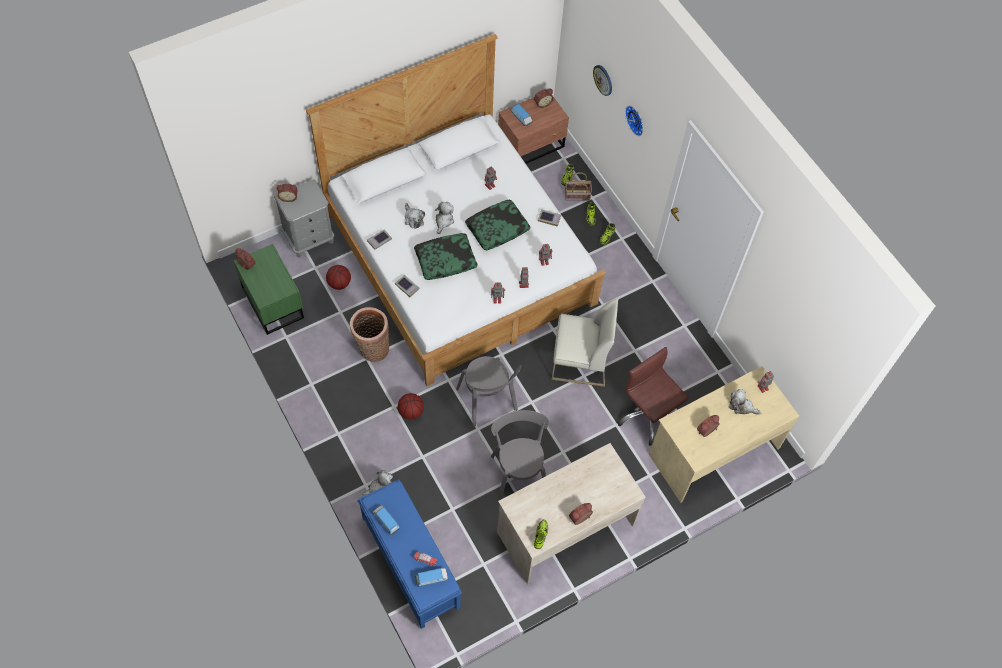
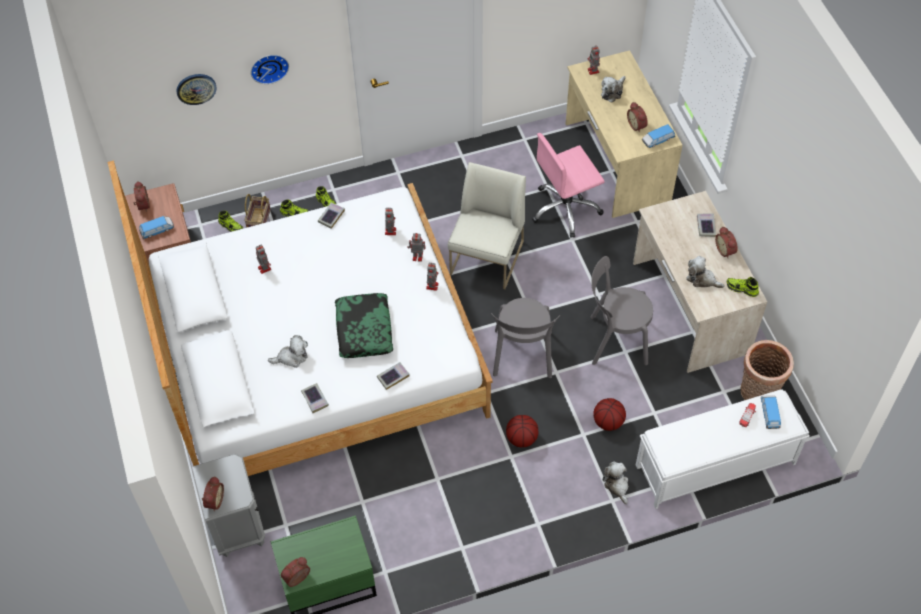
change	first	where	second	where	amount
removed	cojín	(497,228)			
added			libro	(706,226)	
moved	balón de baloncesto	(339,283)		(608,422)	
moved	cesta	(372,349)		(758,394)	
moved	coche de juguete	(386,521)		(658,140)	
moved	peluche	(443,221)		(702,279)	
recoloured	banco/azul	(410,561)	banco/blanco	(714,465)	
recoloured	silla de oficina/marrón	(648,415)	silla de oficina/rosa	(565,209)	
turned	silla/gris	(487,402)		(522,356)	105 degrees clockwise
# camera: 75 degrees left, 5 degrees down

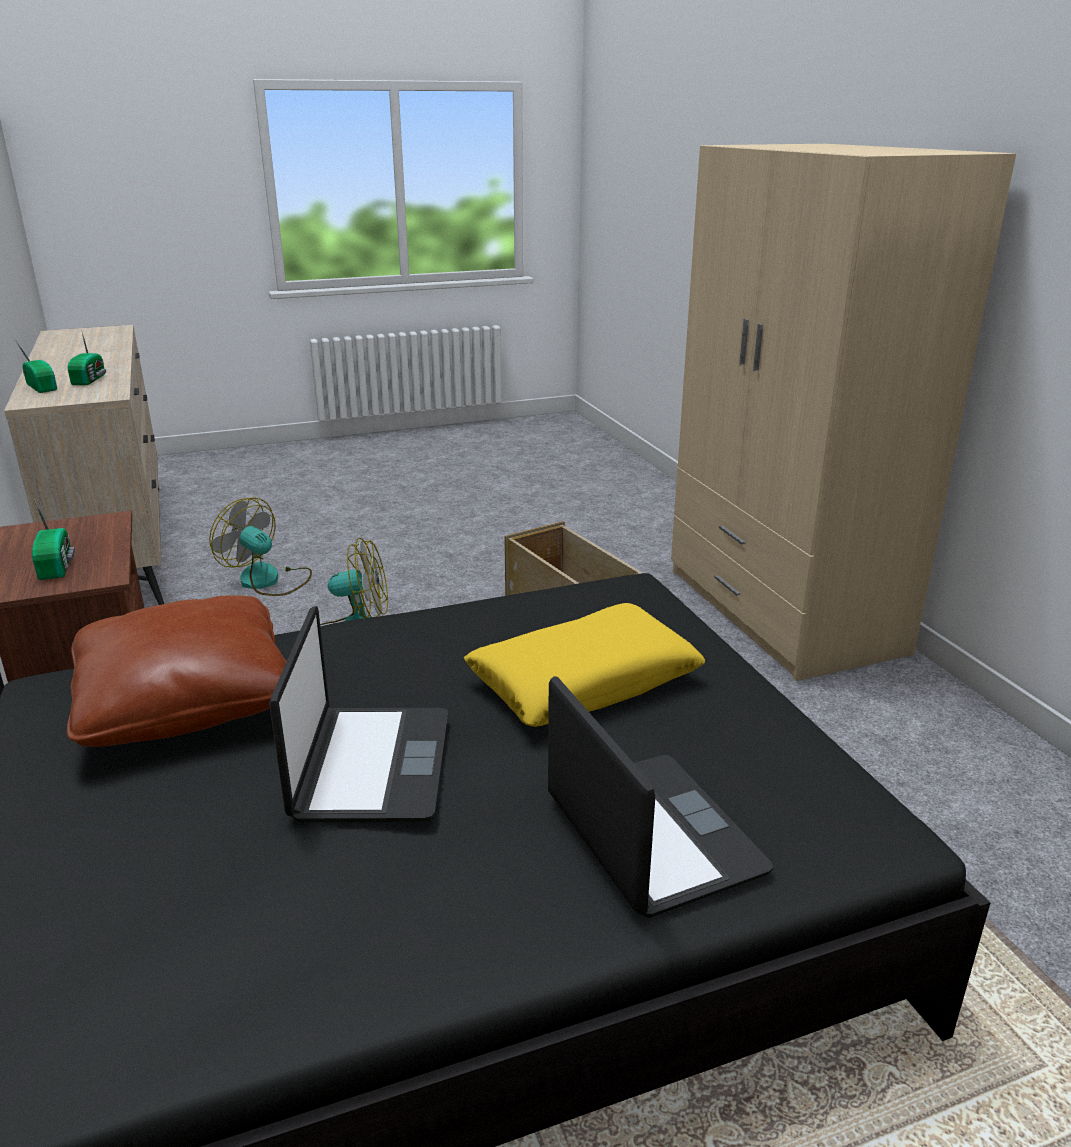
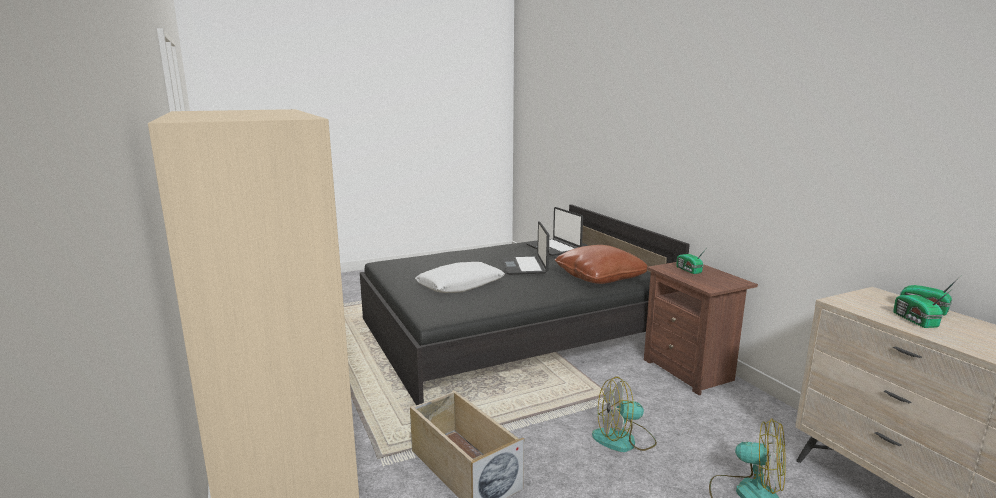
change	first	where	second	where	amount
moved	portátil	(651,835)		(554,248)	
recoloured	cojín/amarillo	(583,682)	cojín/blanco	(460,286)	
# camera: 175 degrees right, 10 degrees down

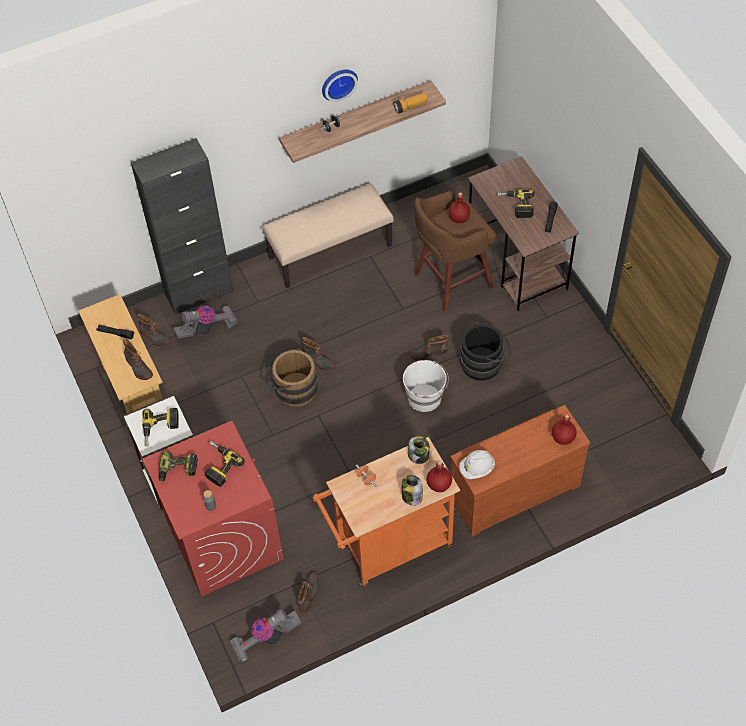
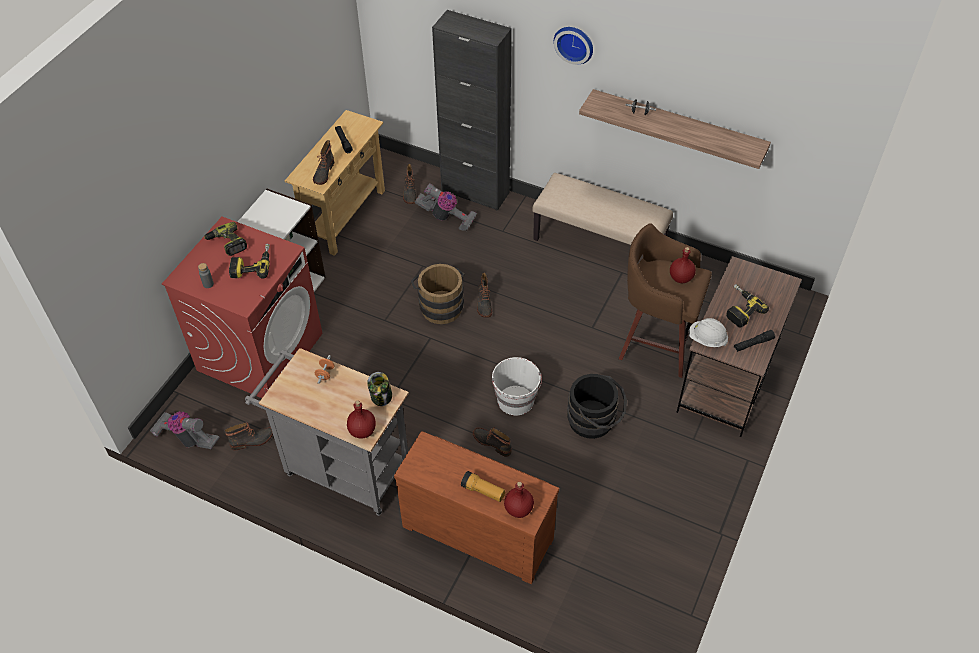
change	first	where	second	where	amount
removed	taladro	(160,429)			
removed	tarro	(411,496)			
moved	reloj de pared	(338,83)		(574,43)	
moved	linterna	(410,107)		(483,491)	
moved	bota	(428,352)		(492,442)	
moved	casco/blanco	(477,469)		(706,339)	
recoloured	carrito/naranja	(387,546)	carrito/gris	(341,468)	
# camera: 50 degrees right, 5 degrees down

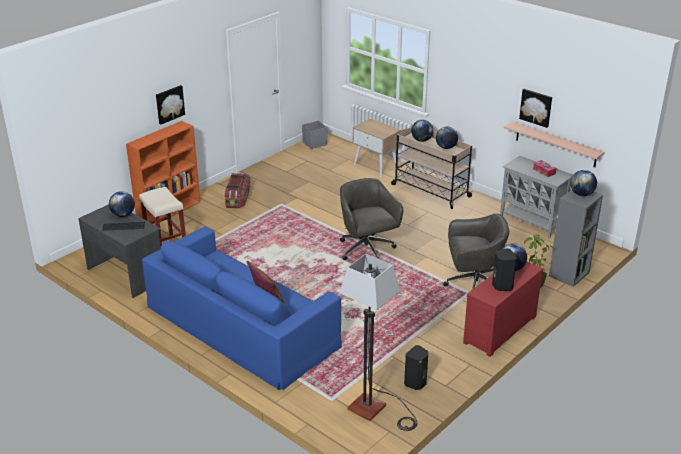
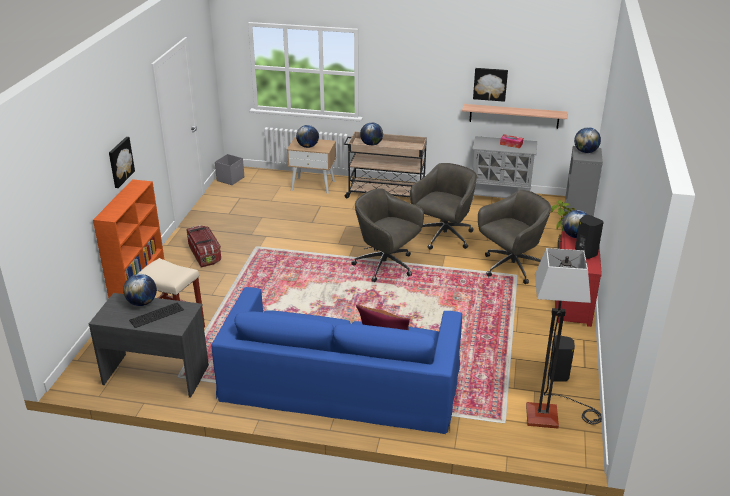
change	first	where	second	where	amount
added			silla de oficina/gris	(443,237)	
moved	globo terráqueo	(446,147)		(307,146)	
# camera: 30 degrees left, 0 degrees up

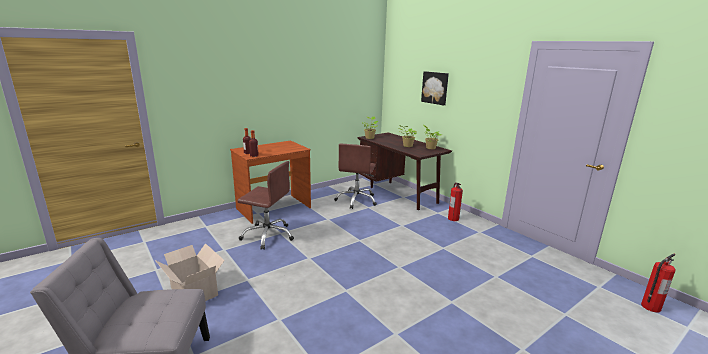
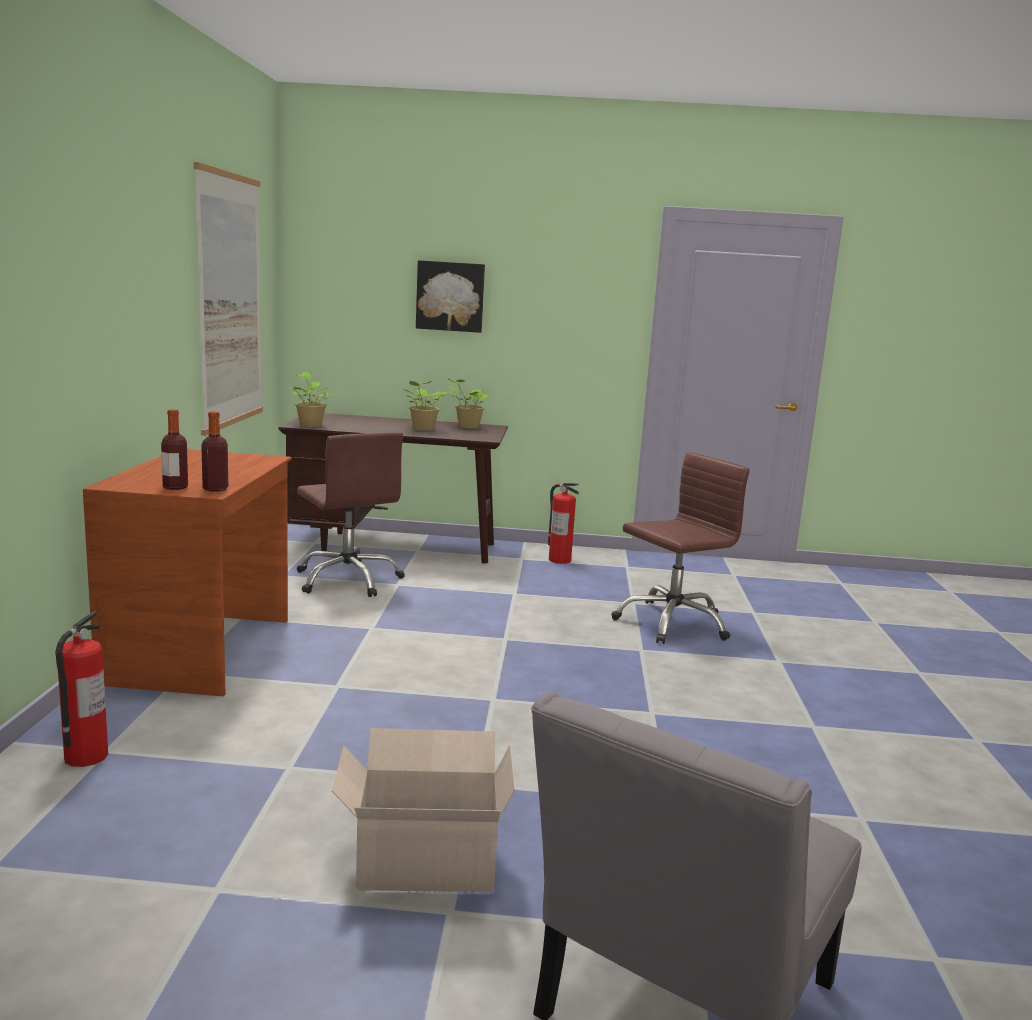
change	first	where	second	where	amount
added			cuadro	(230,301)	
moved	silla de oficina/marrón	(268,235)		(672,623)	
moved	extintor	(650,307)		(85,756)	
# camera: 50 degrees left, 5 degrees down

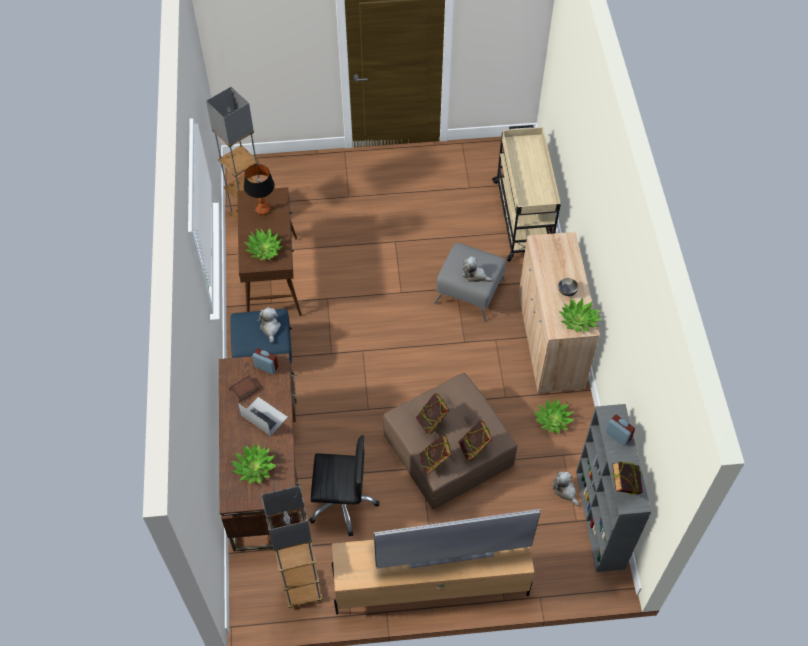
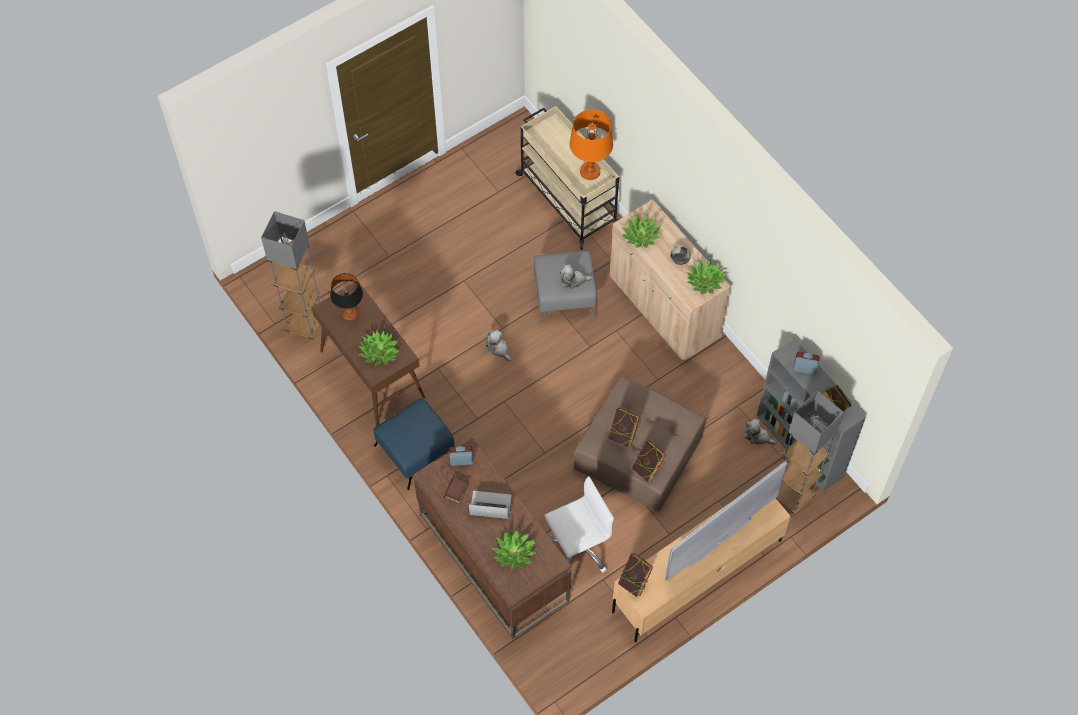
change	first	where	second	where	amount
added			lámpara de mesa/naranja	(590,171)	
moved	peluche	(270,328)		(498,349)	
moved	lámpara de pie/gris	(302,589)		(792,496)	
moved	libro	(474,448)		(634,581)	
moved	planta en maceta	(553,420)		(641,235)	
recoloured	silla de oficina/negro	(342,502)	silla de oficina/blanco	(577,547)	
# camera: 30 degrees left, 5 degrees up

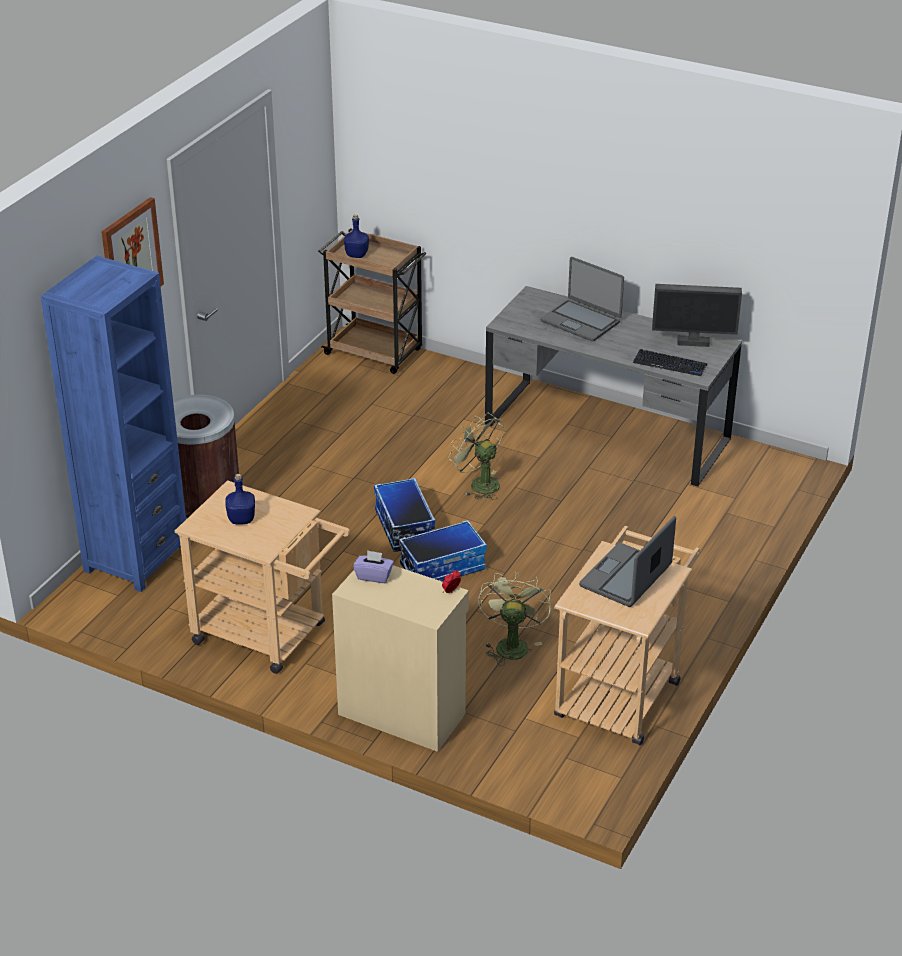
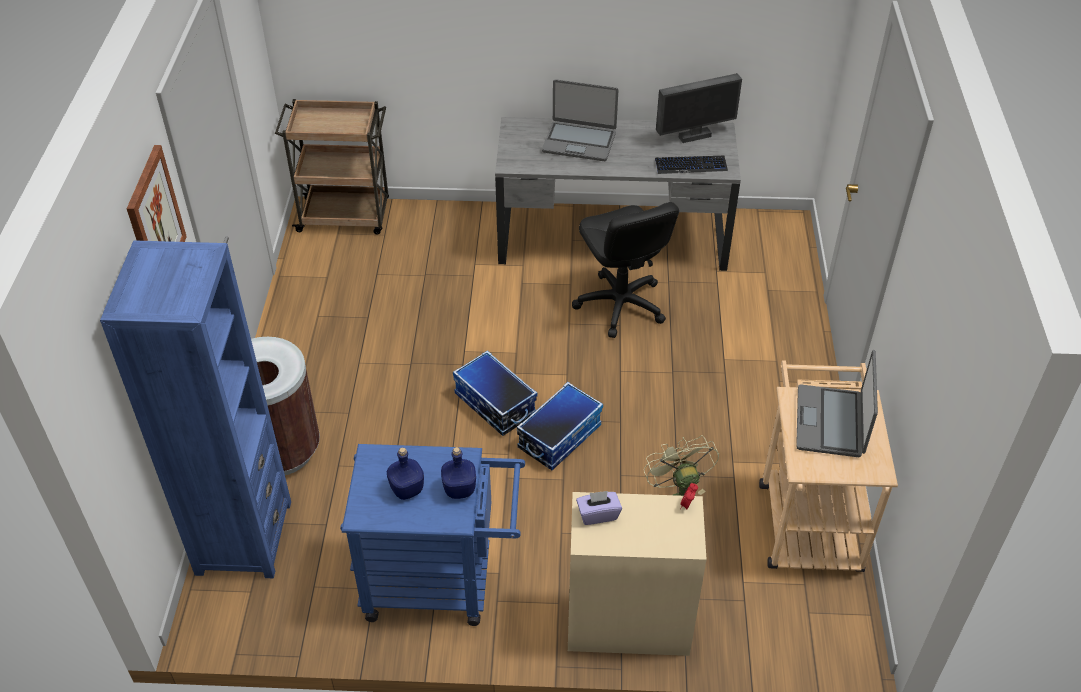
change	first	where	second	where	amount
removed	ventilador/verde	(479,483)			
added			silla de oficina/negro	(620,305)	
moved	botella/azul	(357,255)		(460,489)	
recoloured	carrito/beis	(269,636)	carrito/azul	(441,582)	
# camera: 25 degrees left, 10 degrees up

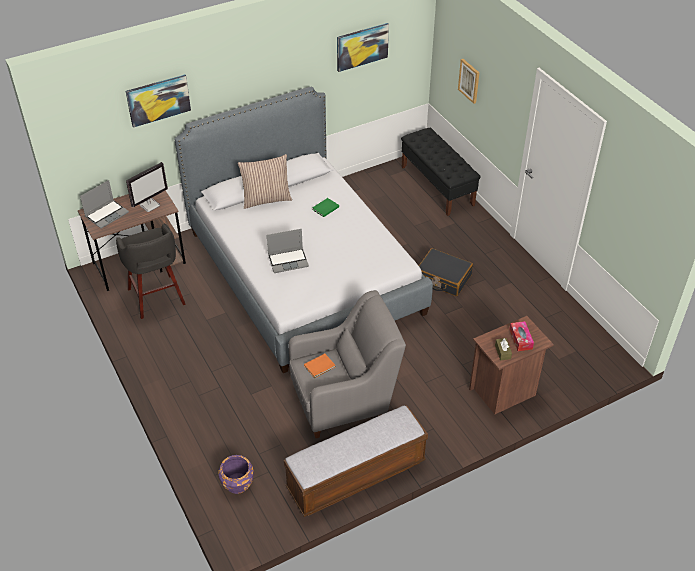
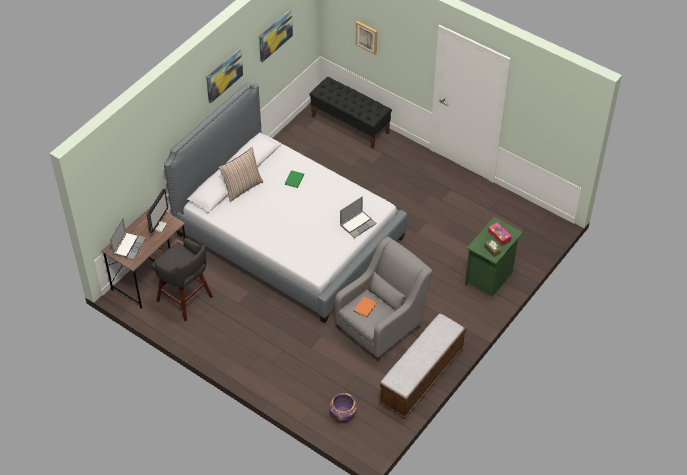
change	first	where	second	where	amount
removed	maleta/negro	(443,278)			
moved	cuadro	(158,100)		(223,75)	
moved	portátil	(288,261)		(358,224)	
recoloured	mesita de noche/marrón	(503,392)	mesita de noche/verde	(489,278)	
# camera: 25 degrees left, 5 degrees up

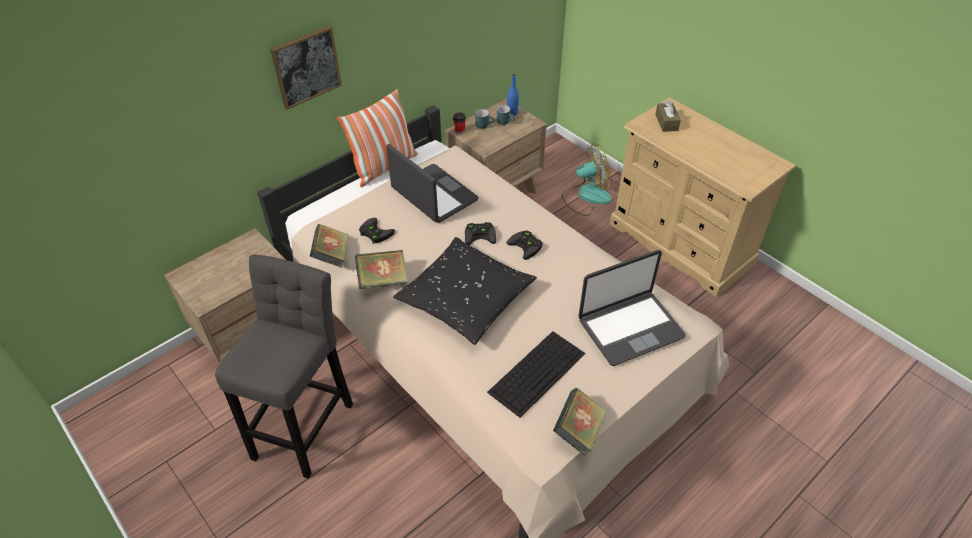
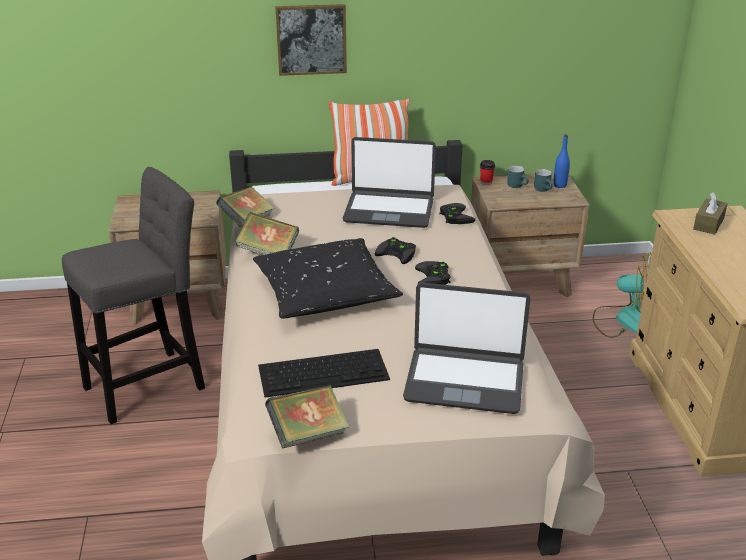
change	first	where	second	where	amount
moved	mando de consola/negro	(374,233)		(454,216)	
turned	portátil	(433,195)		(389,210)	105 degrees clockwise
# camera: 35 degrees right, 15 degrees down

